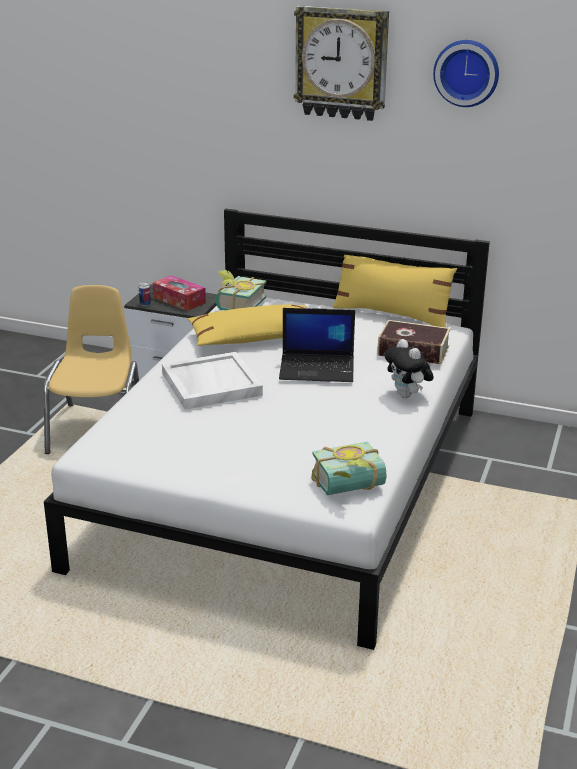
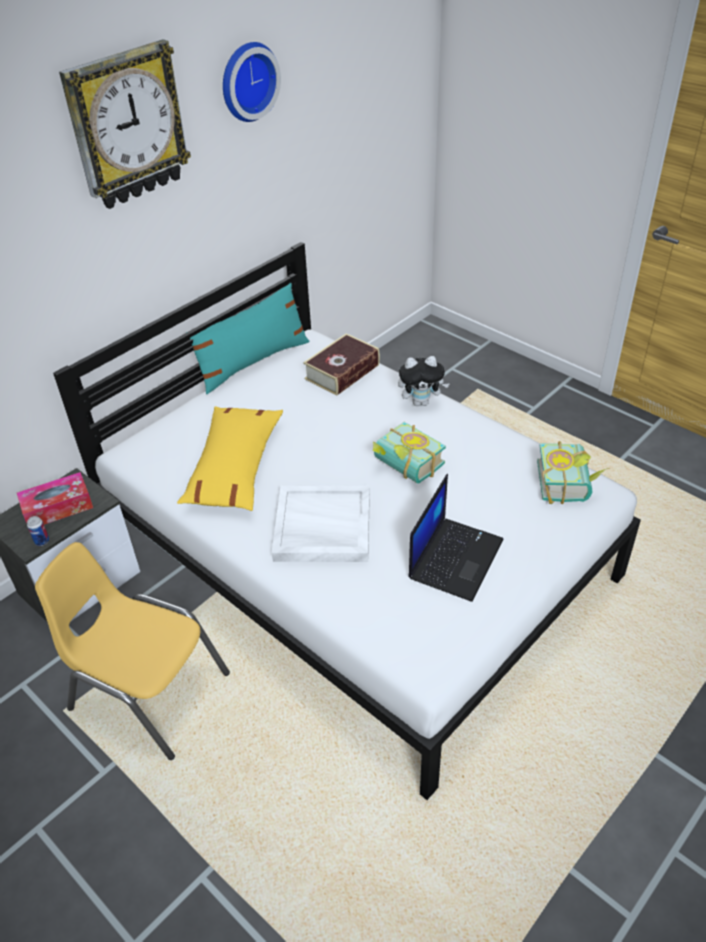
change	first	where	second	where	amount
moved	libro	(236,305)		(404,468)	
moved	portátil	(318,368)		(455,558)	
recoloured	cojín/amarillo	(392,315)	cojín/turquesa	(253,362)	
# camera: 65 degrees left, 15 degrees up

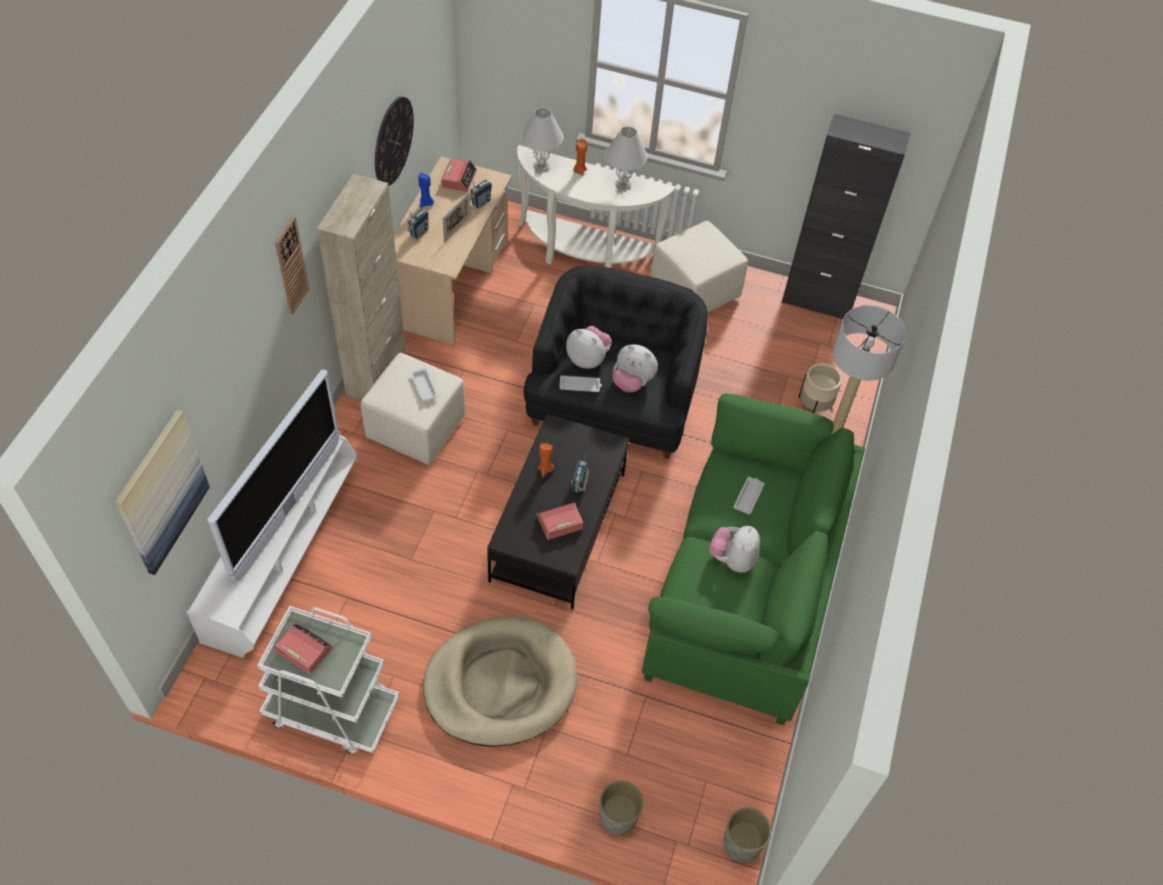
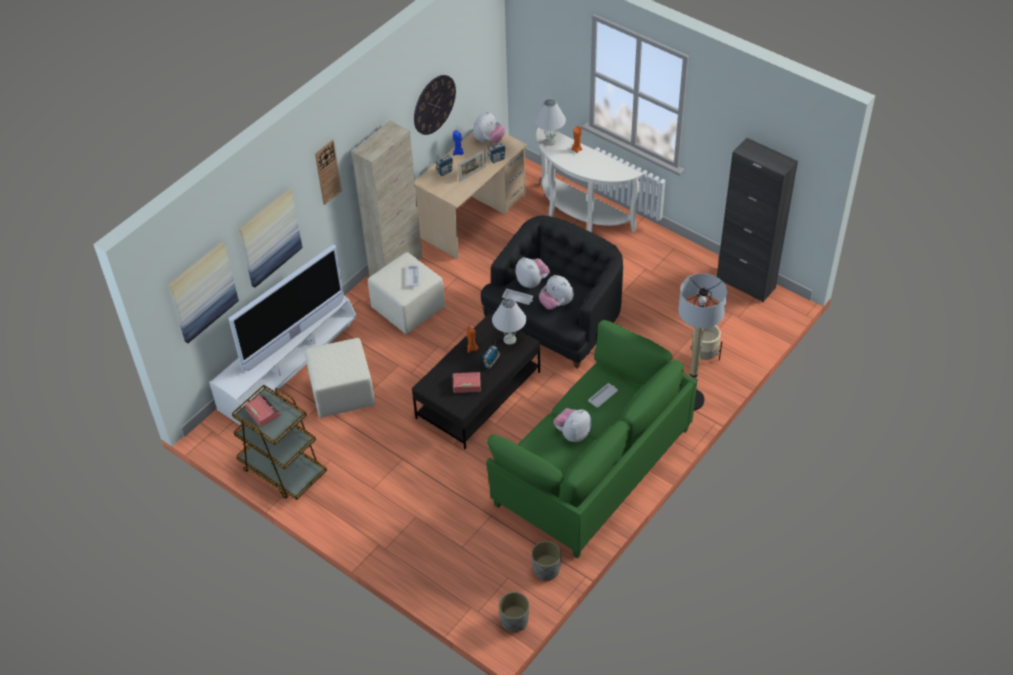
change	first	where	second	where	amount
removed	cama para perro/beis	(500,684)			
added			cuadro	(269,237)	
moved	maceta/gris	(618,816)		(546,569)	
moved	lámpara de mesa/blanco	(623,185)		(509,340)	
moved	puf/beis	(695,290)		(343,392)	
replaced	despertador	(459,179)	peluche	(488,140)	
recoloured	carrito/blanco	(331,710)	carrito/marrón	(282,470)	
# camera: 25 degrees right, 5 degrees down

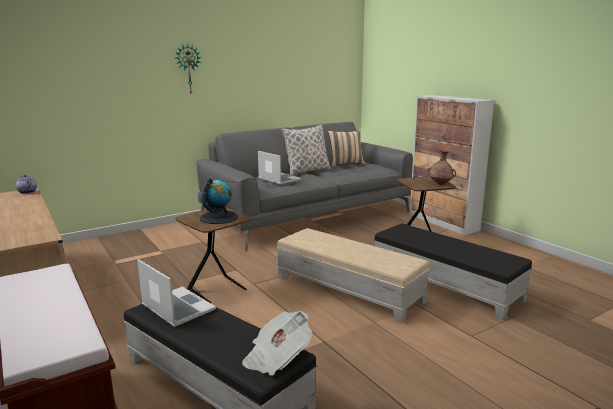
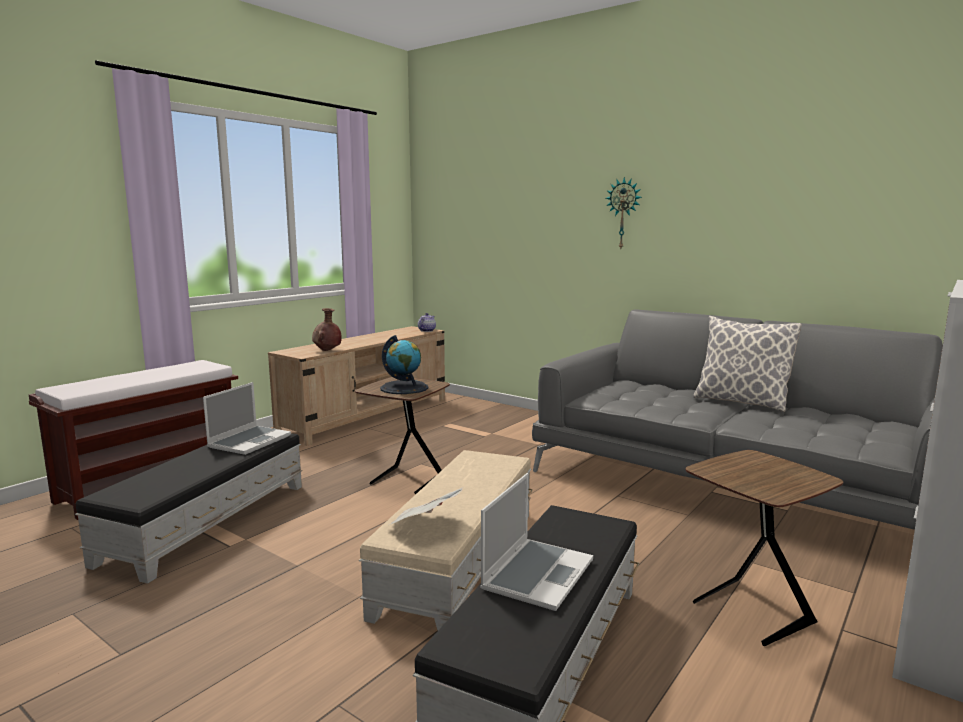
change	first	where	second	where	amount
removed	cojín/beis	(345,164)			
moved	periódico	(277,358)		(426,526)	
moved	portátil	(278,179)		(537,574)	
moved	florero/marrón	(441,184)		(327,350)	
# camera: 70 degrees right, 5 degrees down

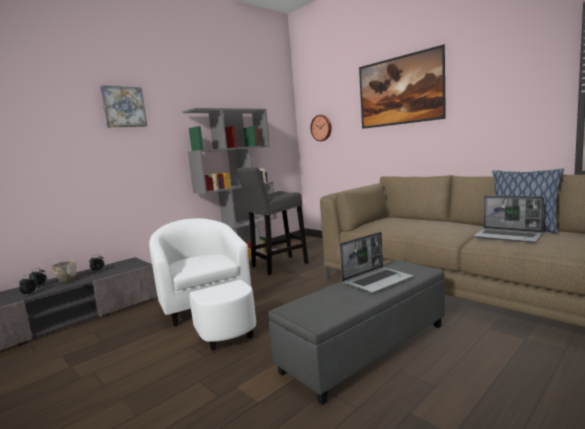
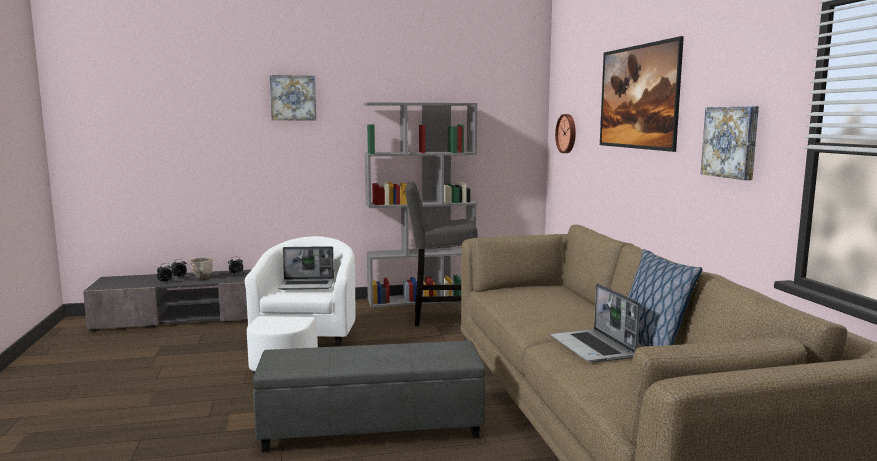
change	first	where	second	where	amount
added			cuadro	(731,142)	
moved	portátil	(377,280)		(307,285)	
# camera: 30 degrees right, 0 degrees up

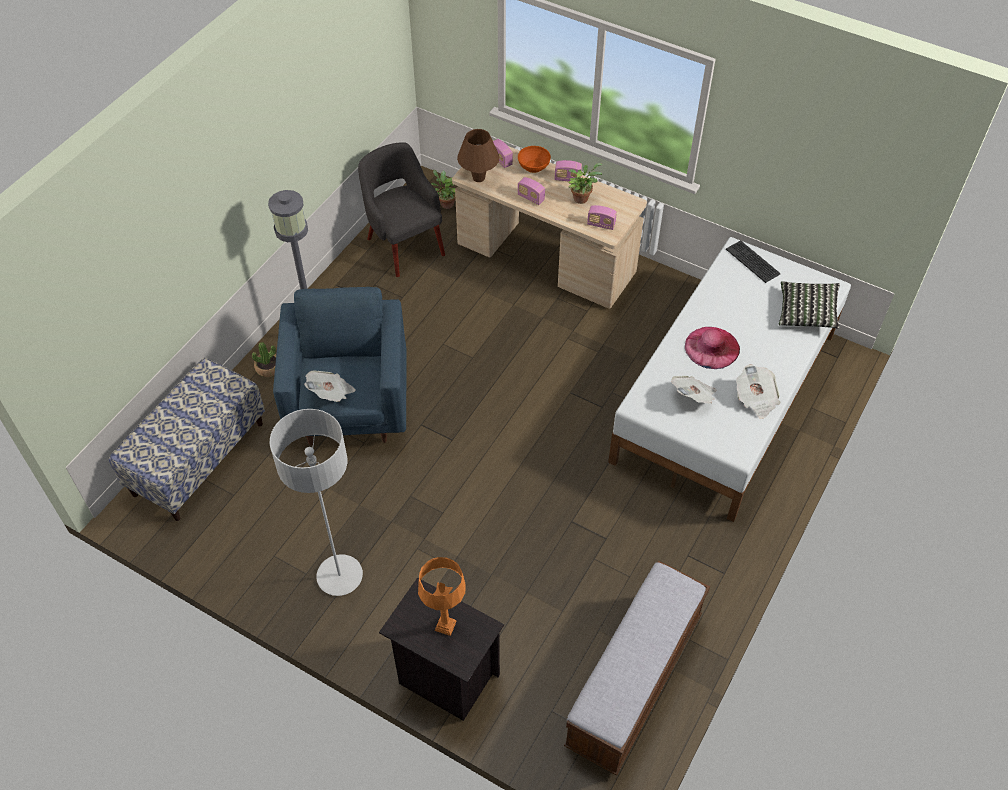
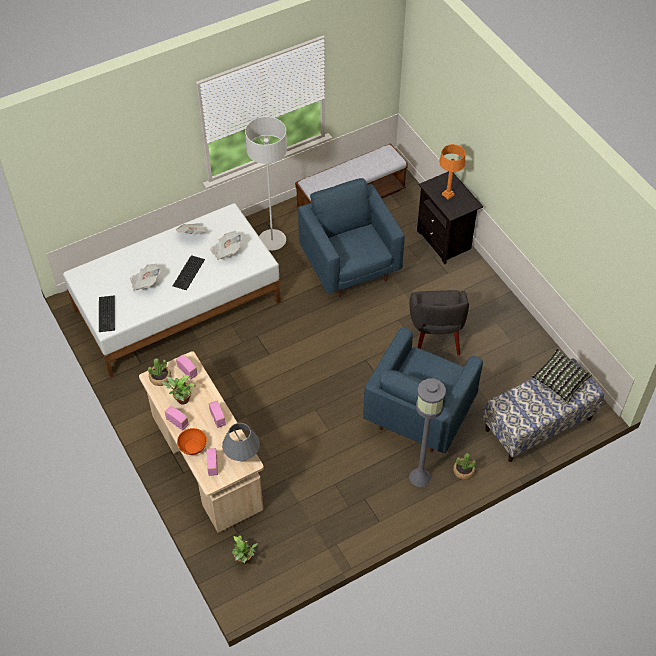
change	first	where	second	where	amount
added			planta en maceta	(160,378)	
added			sillón/azul	(350,266)	
moved	lámpara de pie/gris	(339,576)		(272,241)	
moved	periódico	(331,393)		(145,282)	
moved	sillón/gris	(404,245)		(435,337)	
moved	cojín	(806,313)		(560,381)	
replaced	sombrero/rosa	(712,347)	teclado	(188,272)	
recoloured	lámpara de mesa/marrón	(478,178)	lámpara de mesa/gris	(242,456)	
# camera: 150 degrees left, 0 degrees up

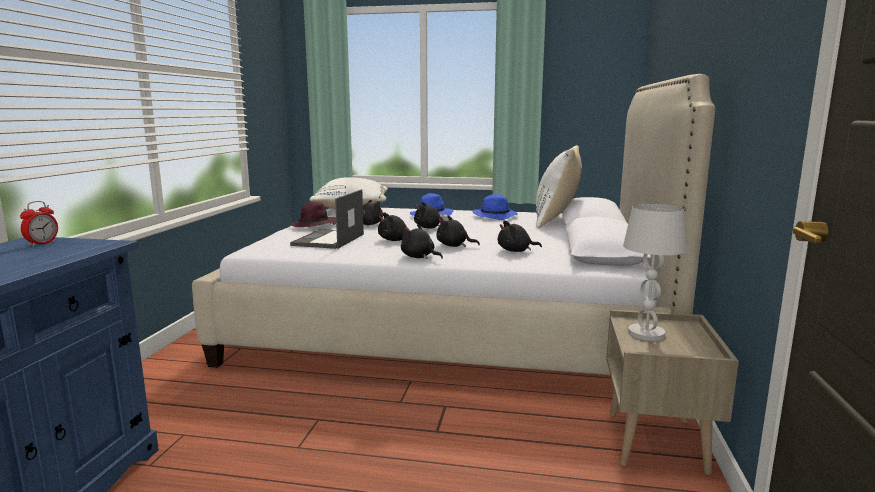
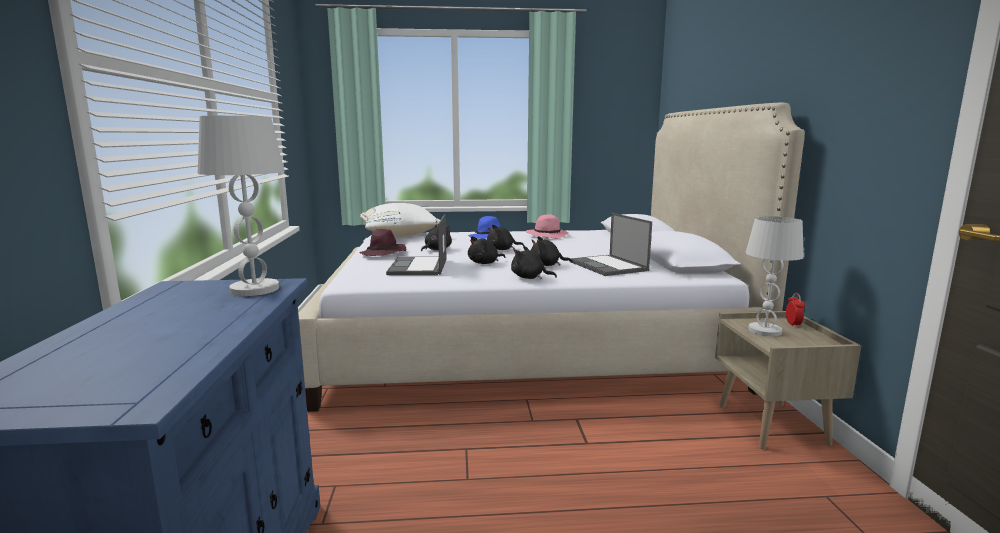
change	first	where	second	where	amount
removed	cojín/blanco	(556,221)			
added			lámpara de mesa/blanco	(255,289)	
moved	despertador	(42,244)		(793,324)	
replaced	peluche/negro	(516,251)	portátil	(609,266)	
recoloured	sombrero/azul	(495,216)	sombrero/rosa	(547,235)	
# camera: 15 degrees left, 0 degrees up

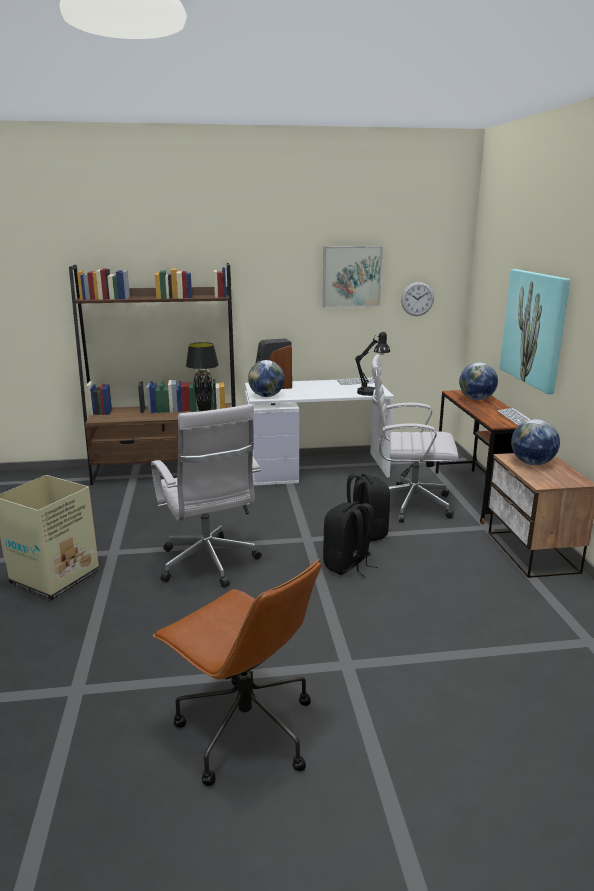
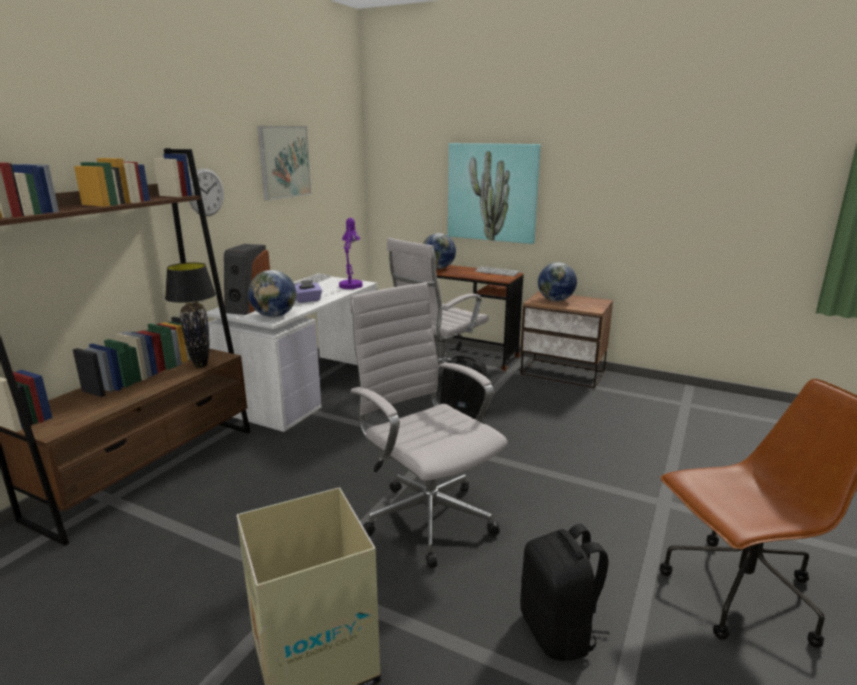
change	first	where	second	where	amount
added			caja de pañuelos/morado	(307,300)	
moved	mochila/negro	(348,565)		(559,632)	
moved	reloj de pared	(417,299)		(205,192)	
recoloured	lámpara de mesa/negro	(371,392)	lámpara de mesa/morado	(351,284)	
turned	silla de oficina/blanco	(209,565)		(426,517)	135 degrees counterclockwise
# camera: 55 degrees left, 0 degrees up

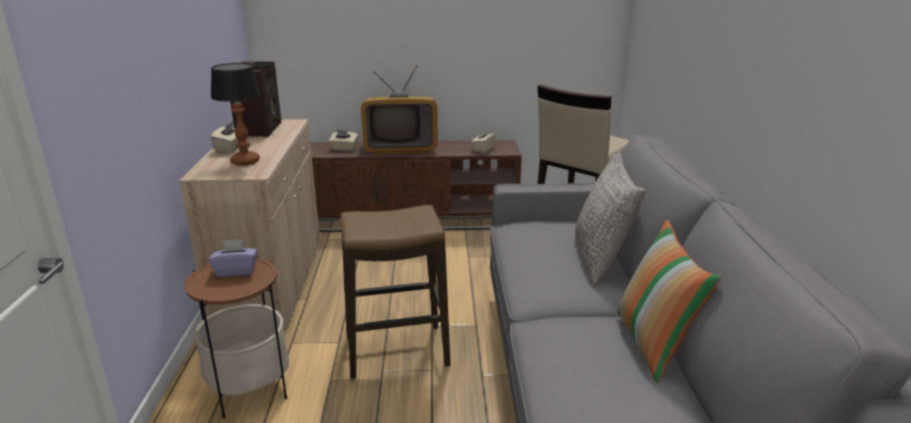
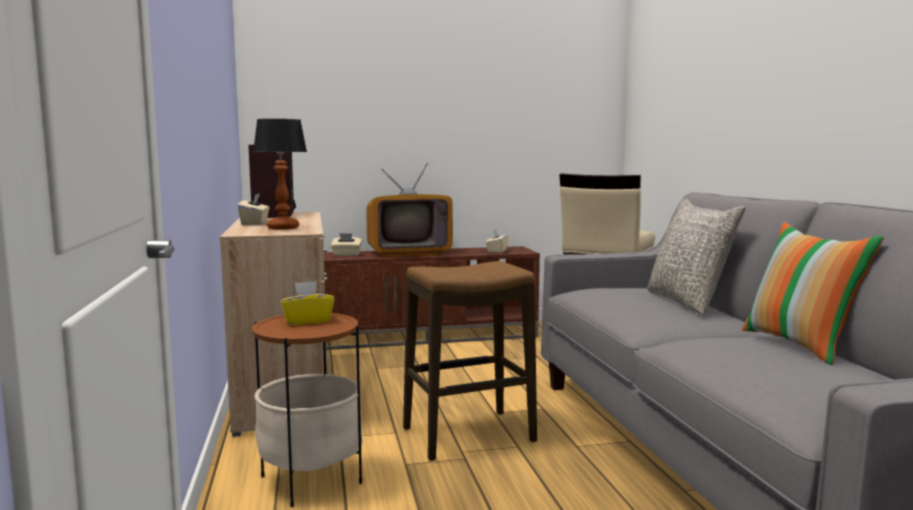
change	first	where	second	where	amount
recoloured	caja de pañuelos/morado	(236,271)	caja de pañuelos/amarillo	(307,321)	
# camera: 10 degrees left, 15 degrees down

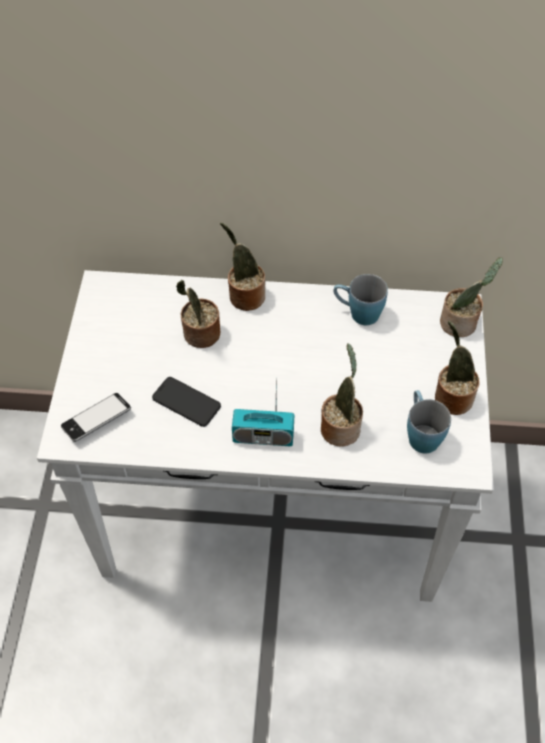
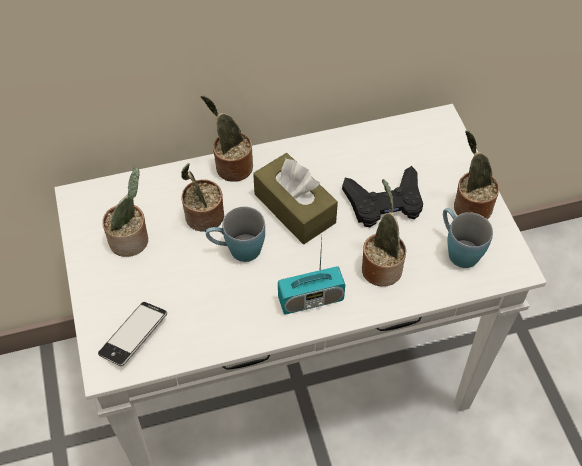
change	first	where	second	where	amount
removed	móvil	(186,402)			
added			caja de pañuelos/marrón	(294,208)	
added			mando de consola/negro	(384,202)	
moved	taza grande/azul	(357,313)		(237,250)	
moved	planta en maceta	(461,323)		(132,240)	
# camera: 20 degrees left, 0 degrees up

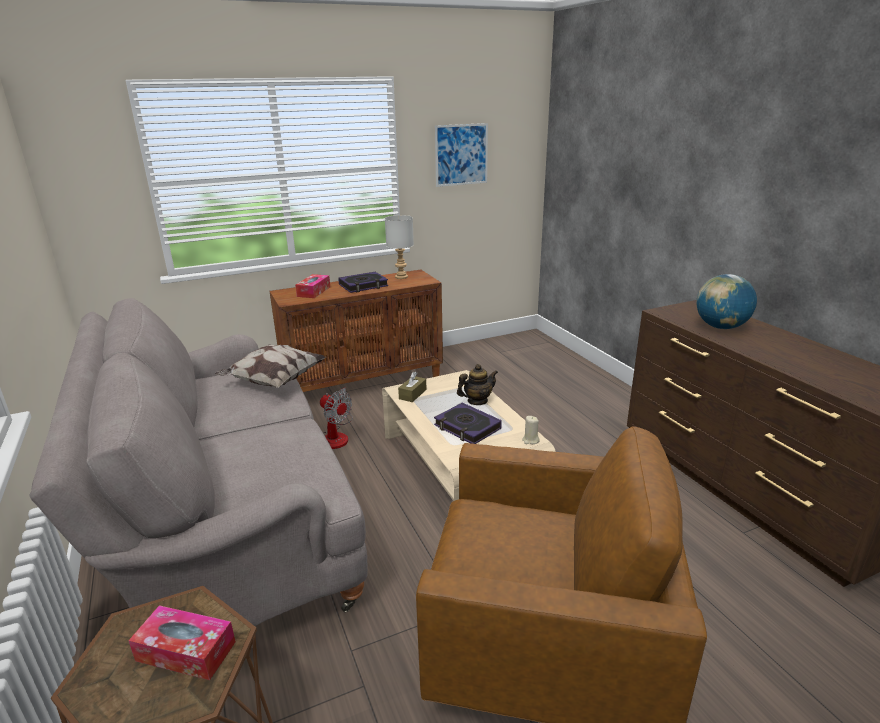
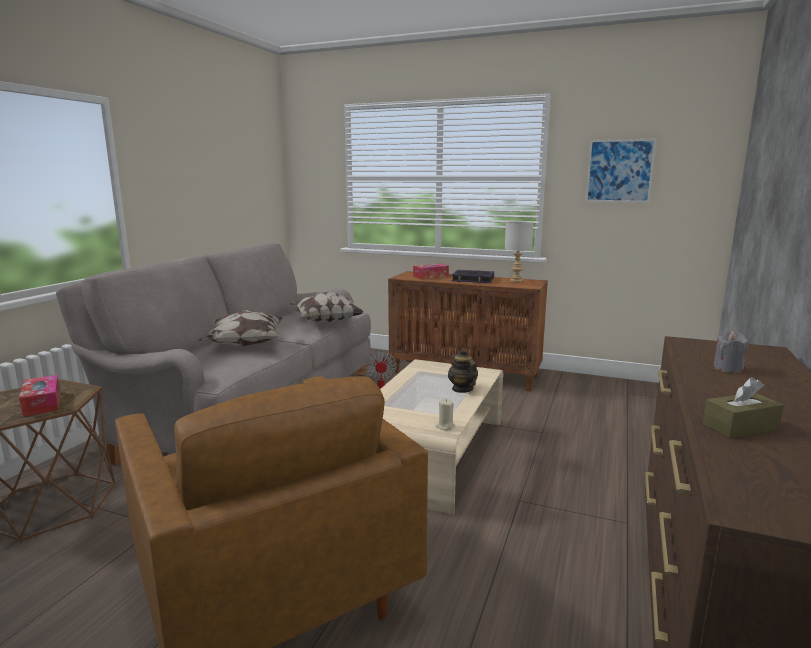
change	first	where	second	where	amount
removed	libro	(467,427)			
added			cojín	(244,345)	
moved	caja de pañuelos/marrón	(412,394)		(740,427)	
replaced	globo terráqueo	(720,327)	vela/gris	(728,369)	
turned	tetera	(477,401)		(462,389)	135 degrees counterclockwise
# camera: 45 degrees right, 10 degrees down

